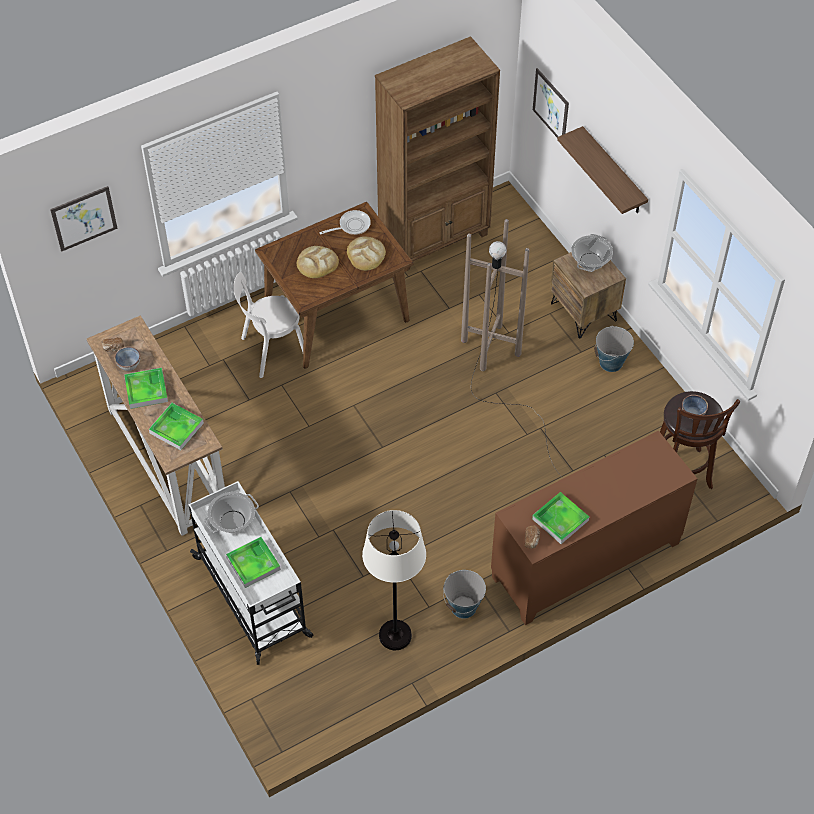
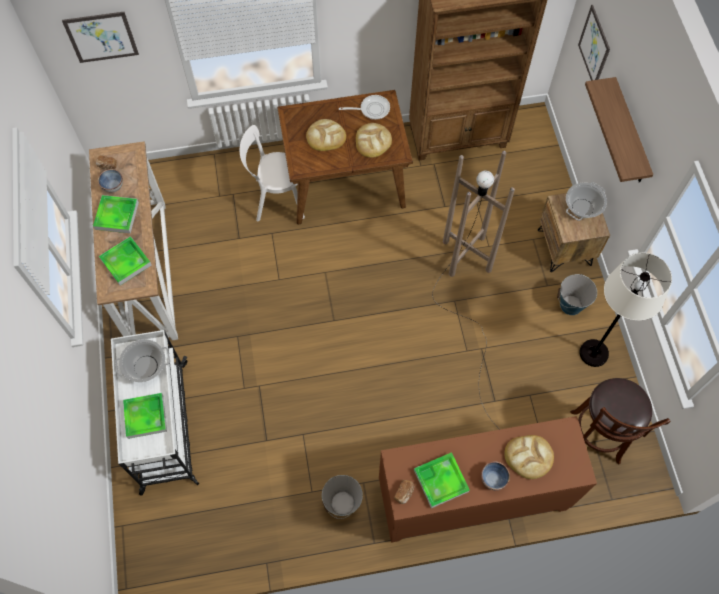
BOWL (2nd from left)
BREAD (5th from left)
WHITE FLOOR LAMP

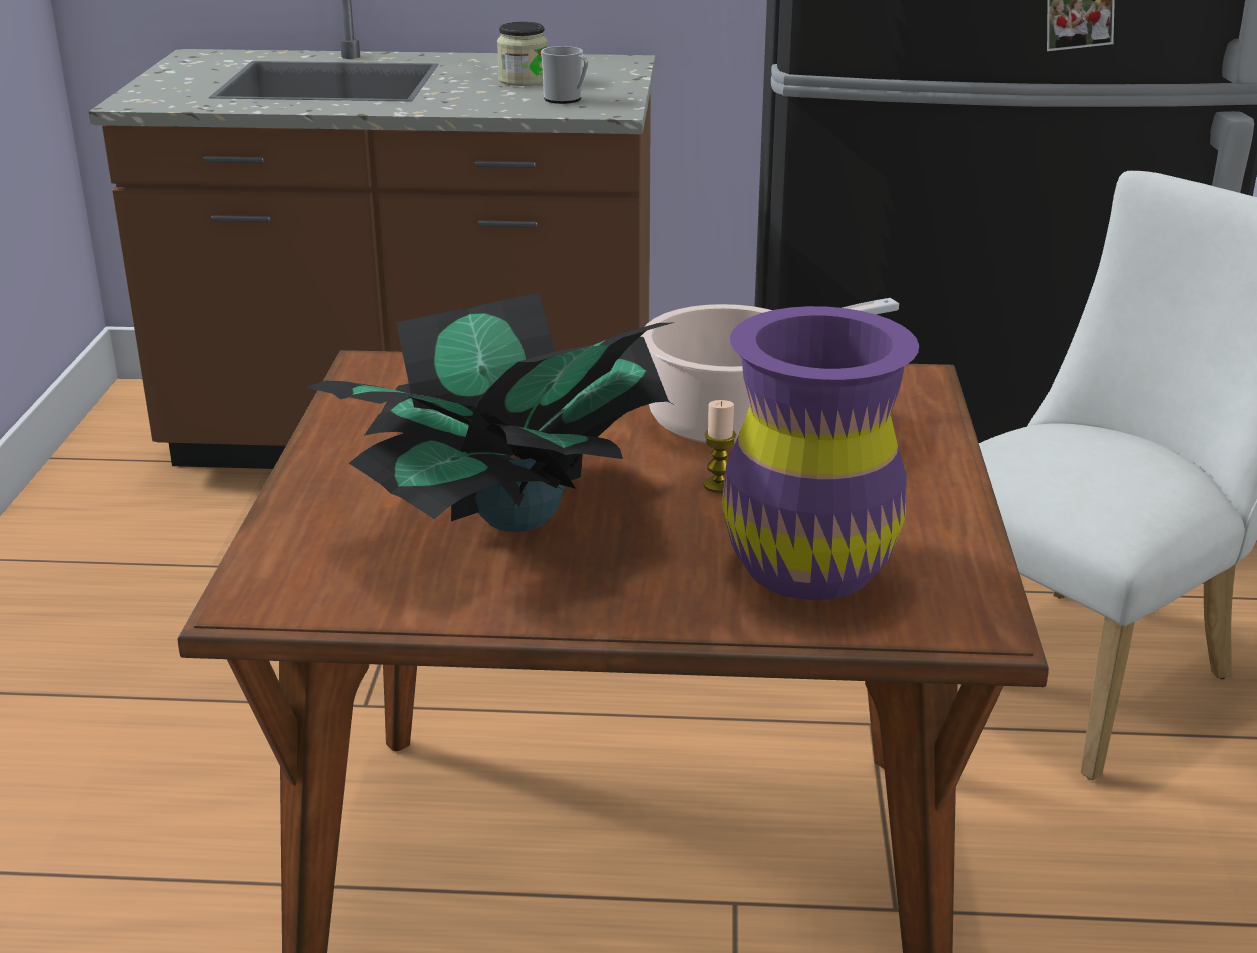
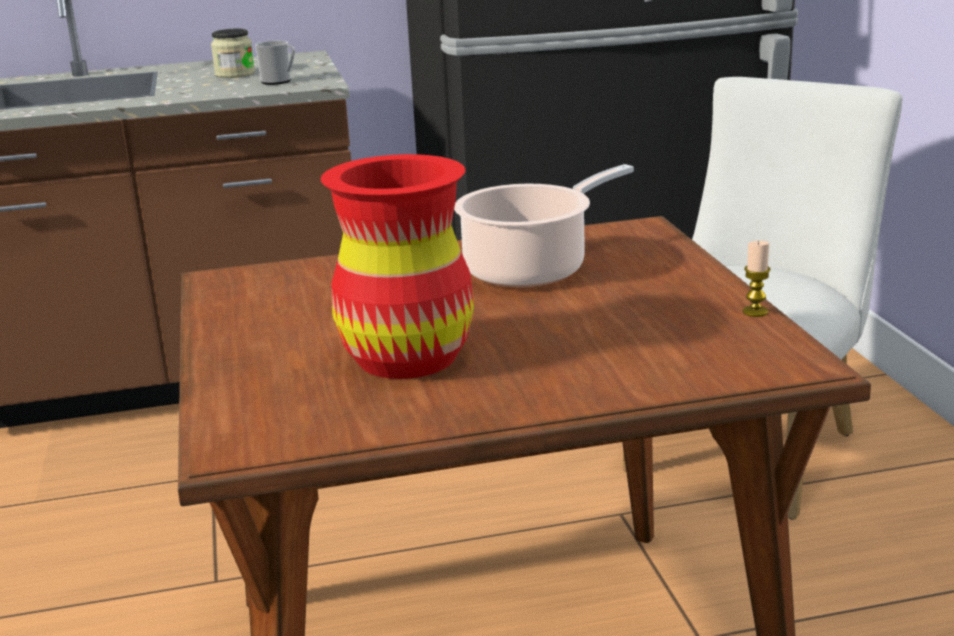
RED VASE
CANDLE
PURPLE VASE

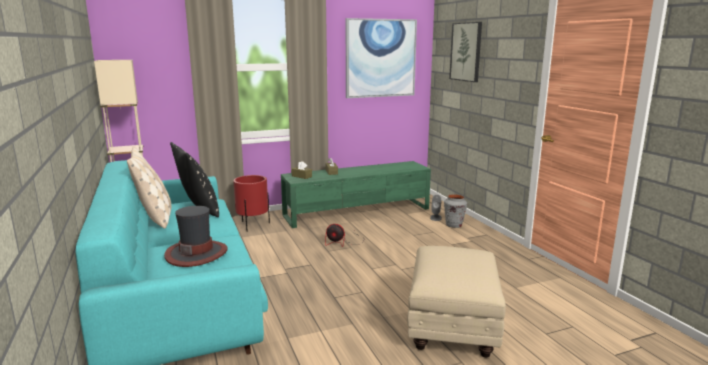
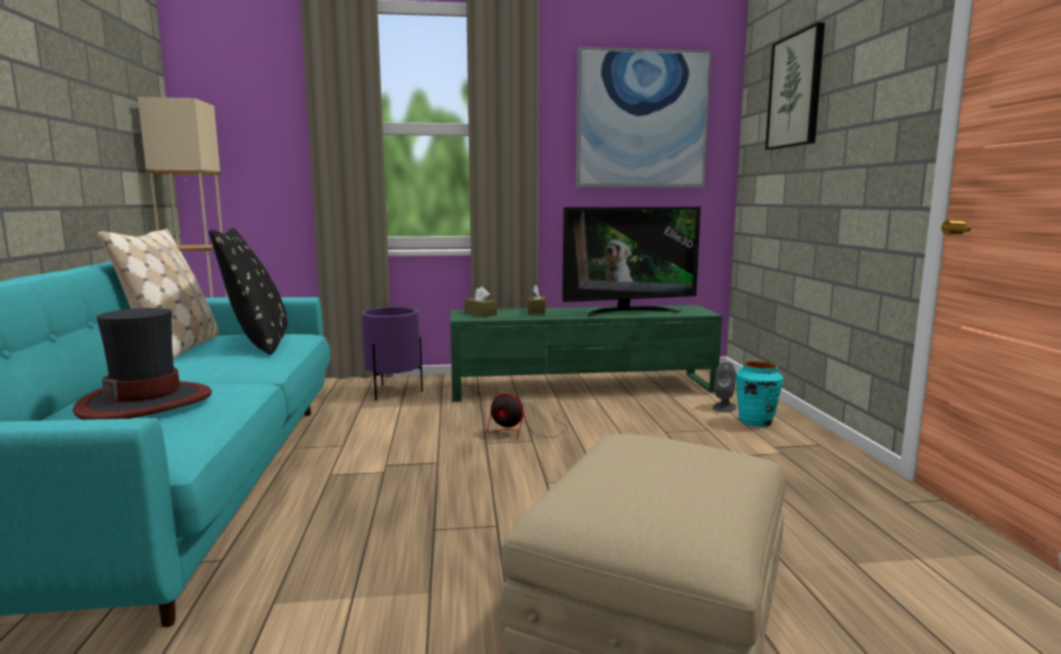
PURPLE PLANTER
TELEVISION
TURQUOISE VASE

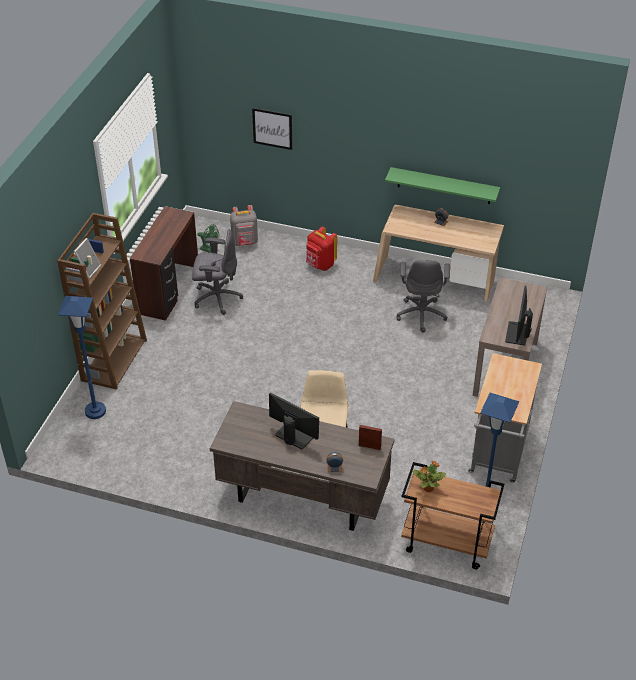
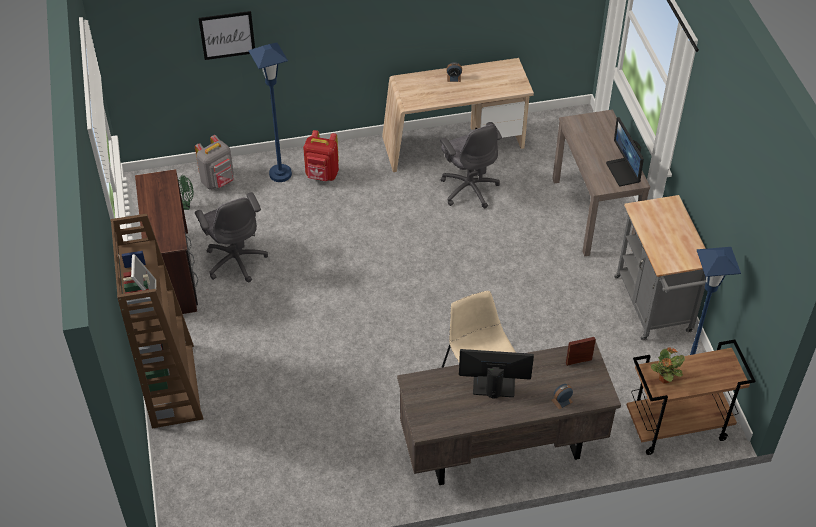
GREY OFFICE CHAIR (1st from left)
BLUE FLOOR LAMP (1st from left)
GREEN SHELF

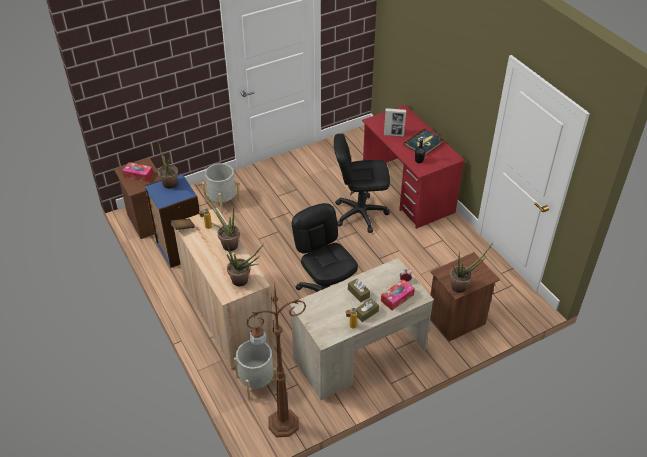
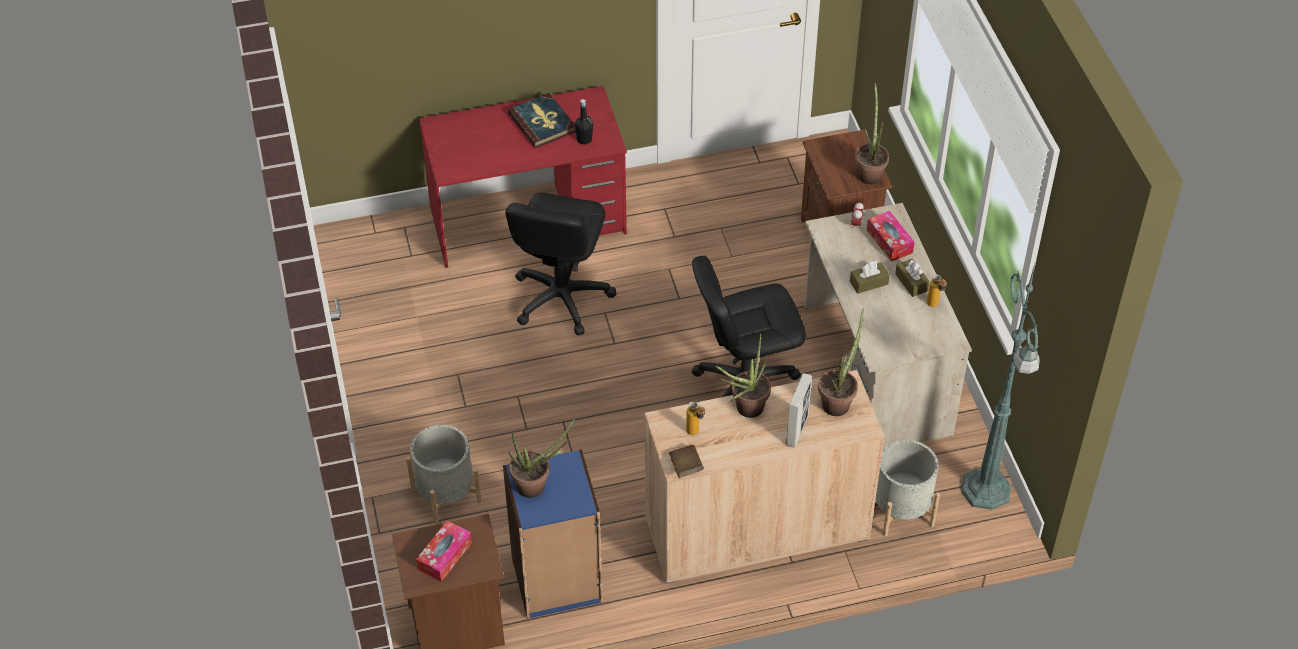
PICTURE FRAME
GREEN FLOOR LAMP

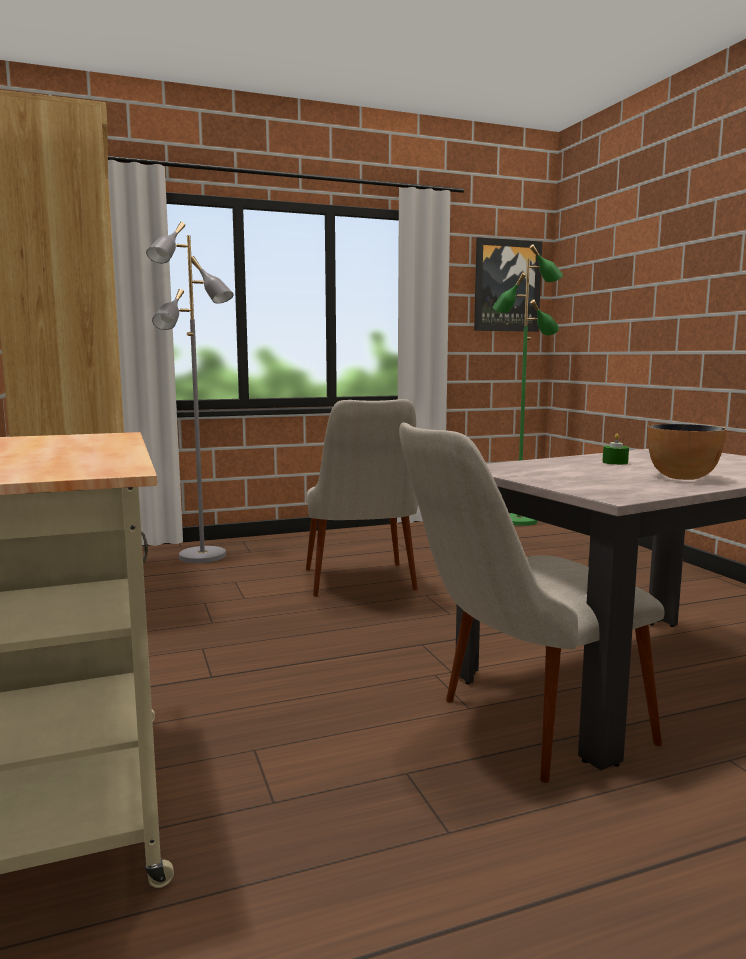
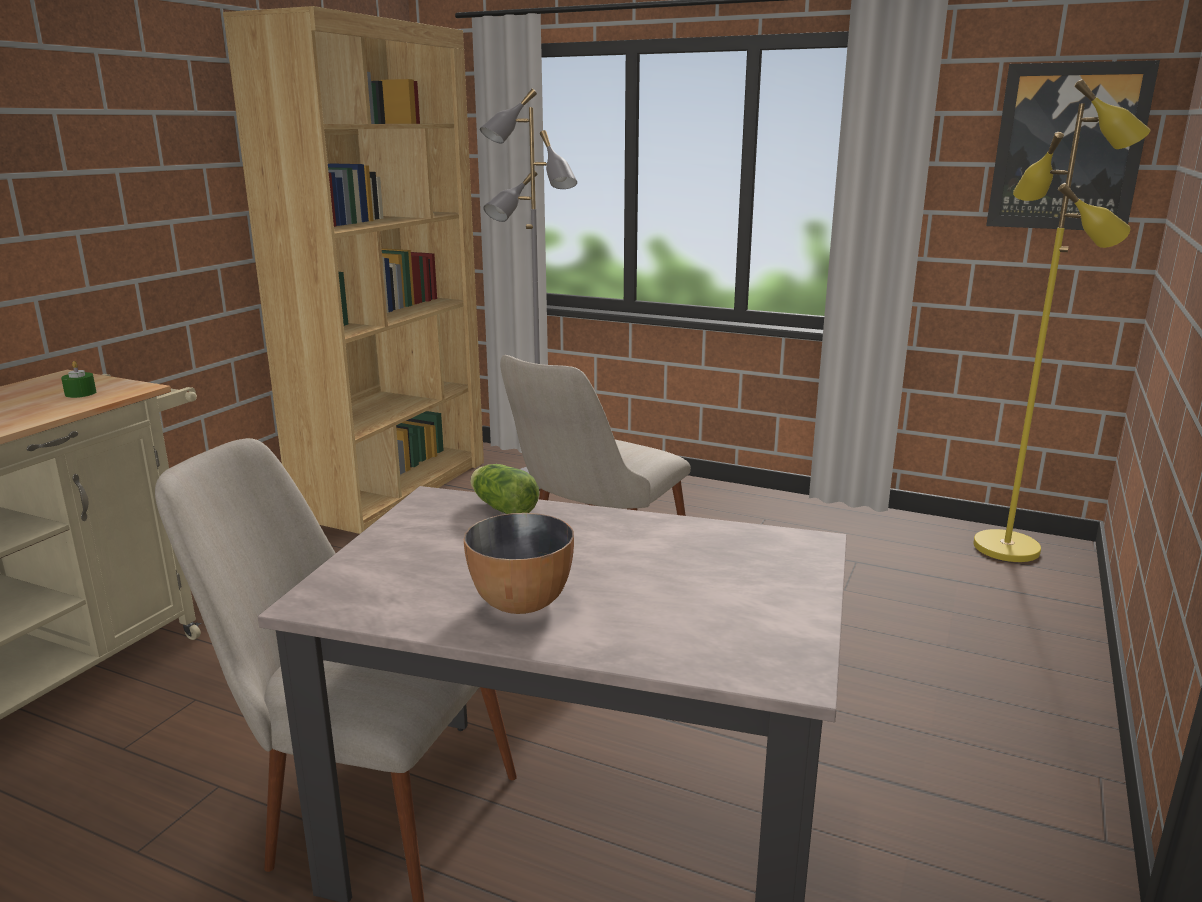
GREEN CANDLE
LETTUCE
YELLOW FLOOR LAMP

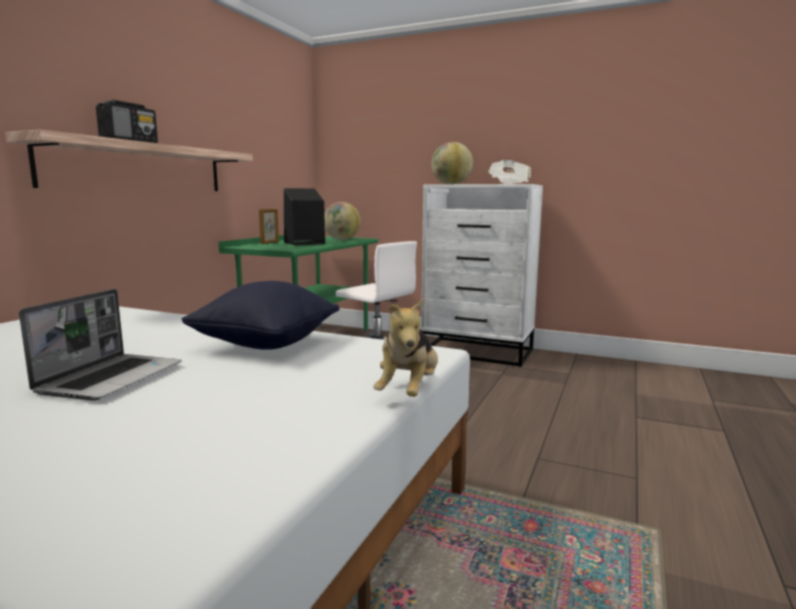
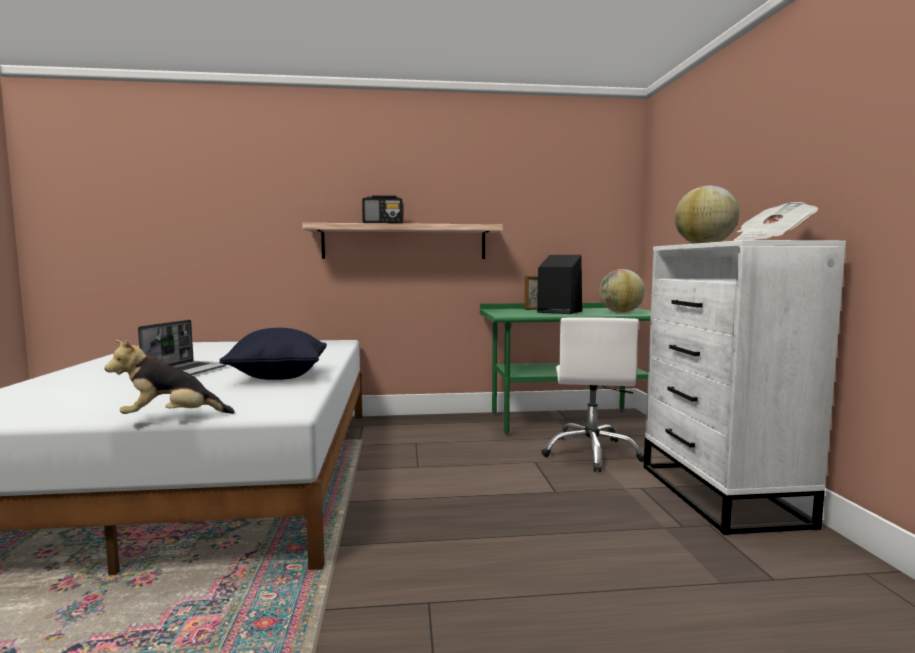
LAPTOP

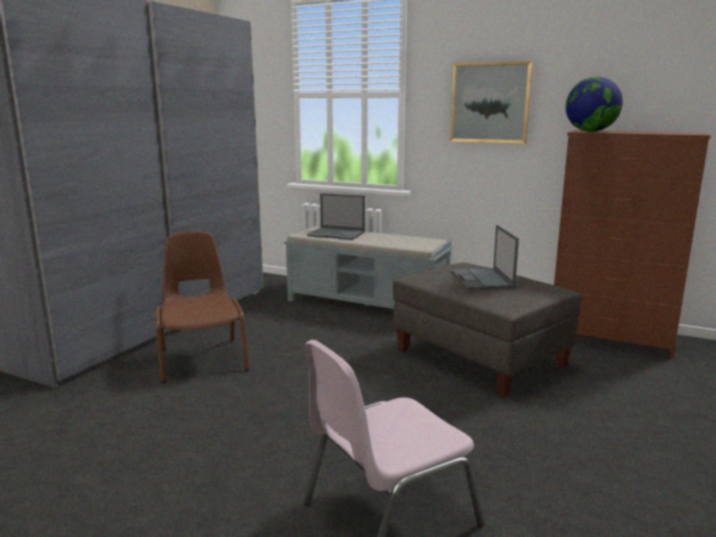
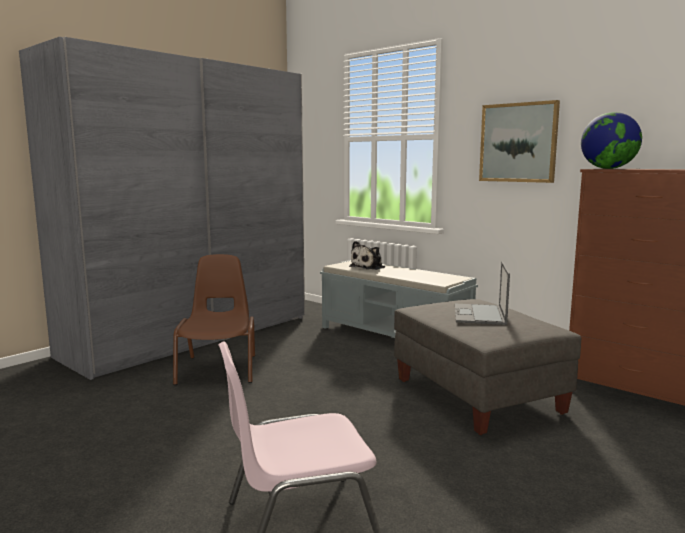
PLUSH TOY

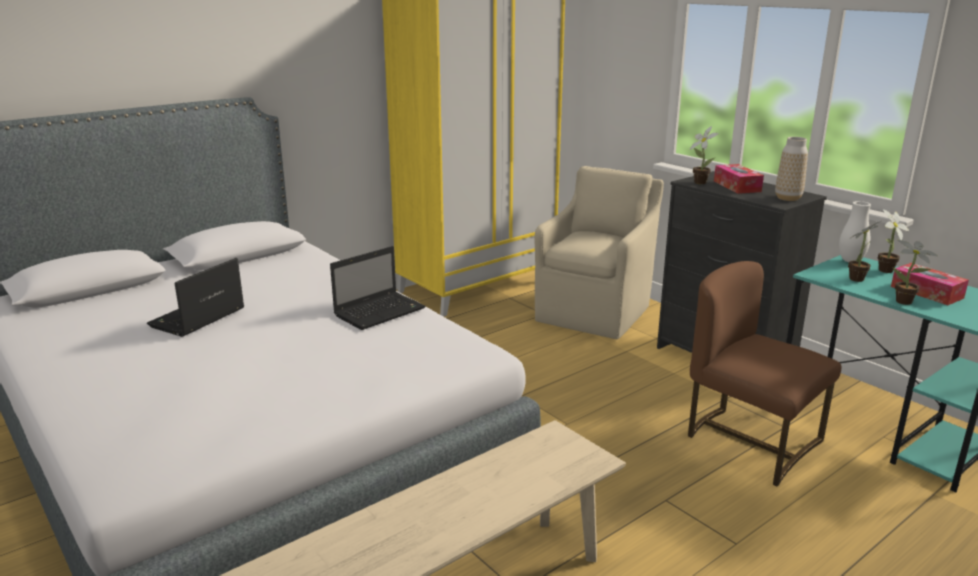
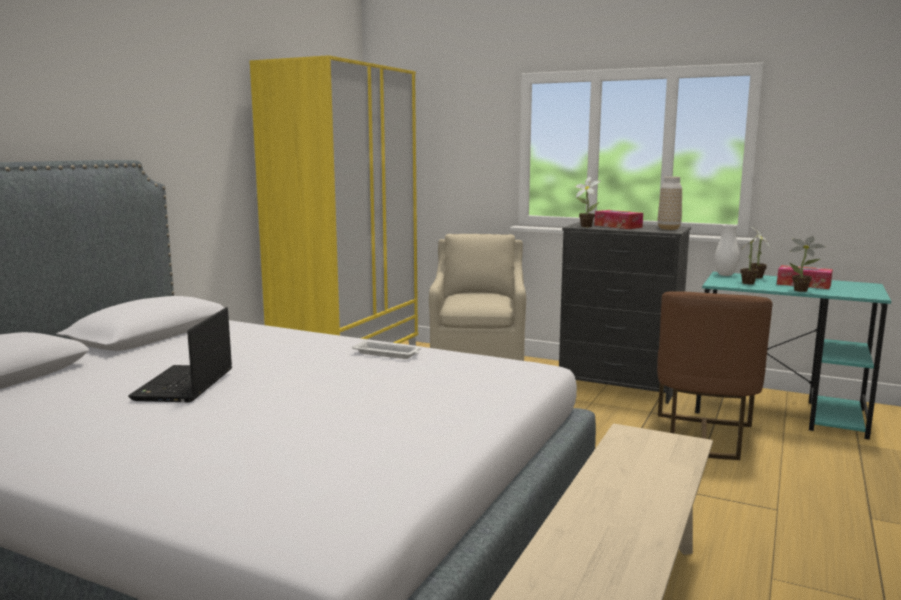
WHITE TRAY
BROWN CHAIR

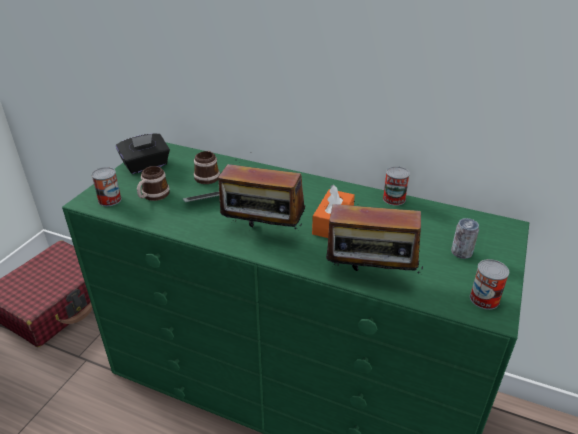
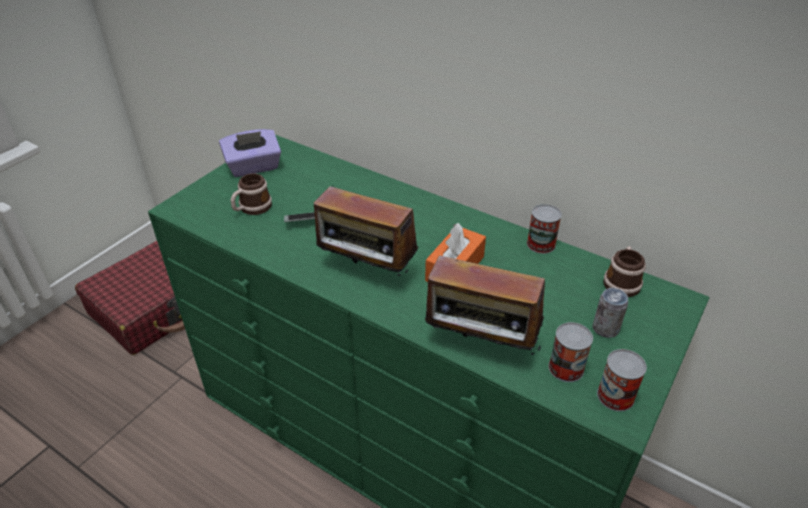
PURPLE TISSUE BOX
CAN (2nd from left)
MUG (2nd from left)

